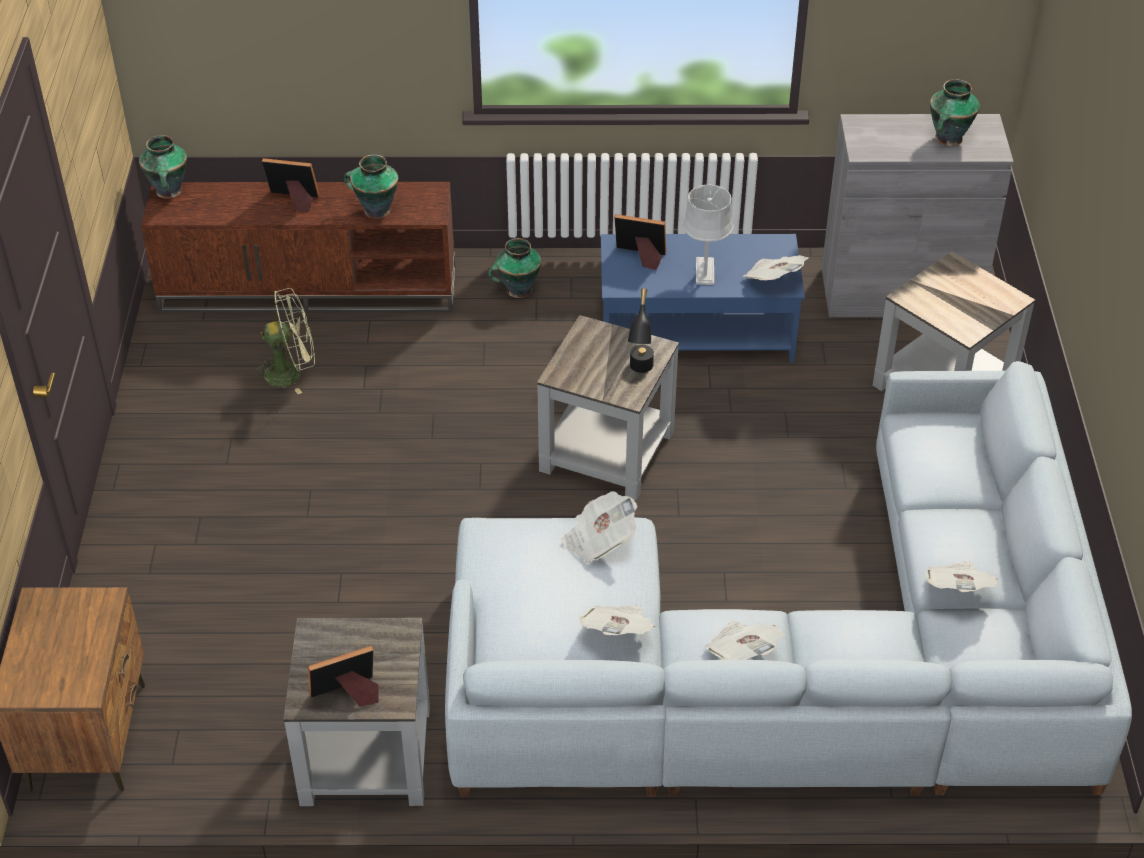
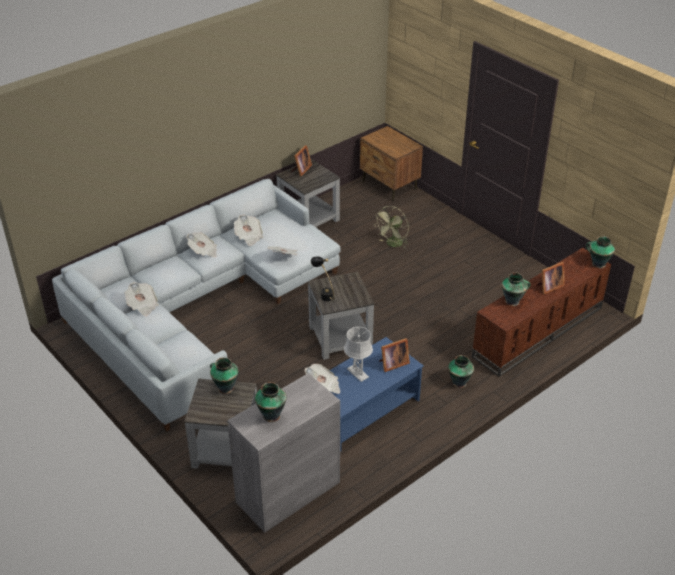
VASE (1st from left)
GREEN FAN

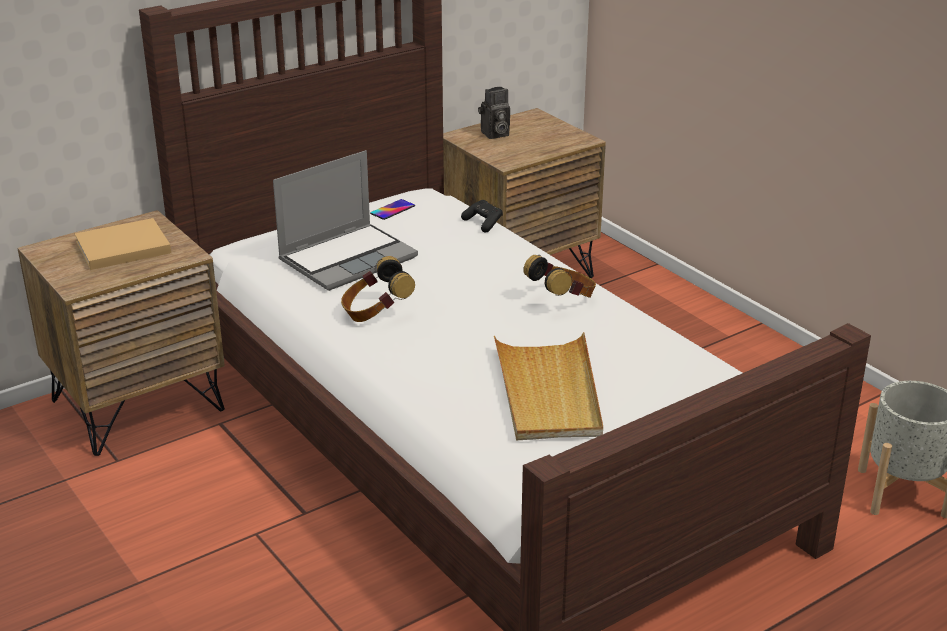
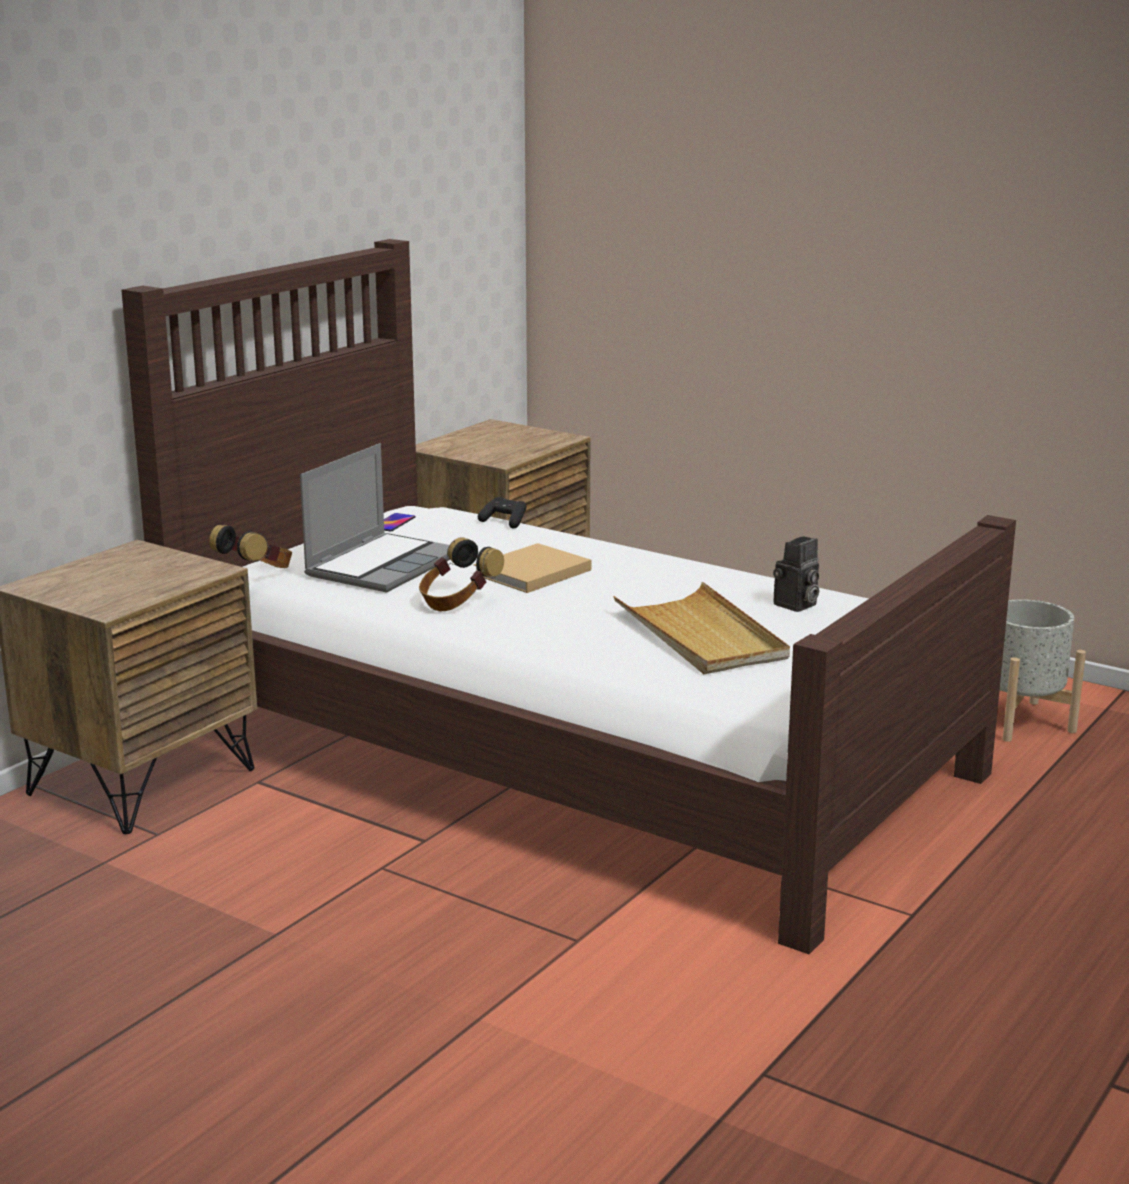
HEADPHONES (1st from left)
BEIGE BOOK
PHOTO CAMERA

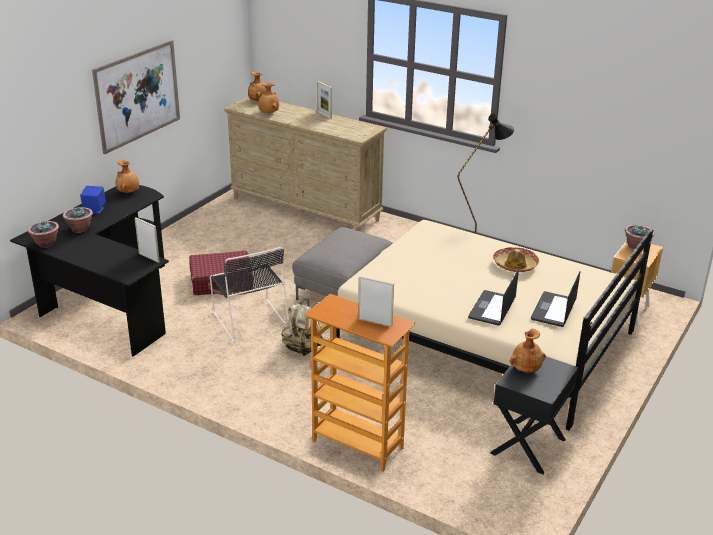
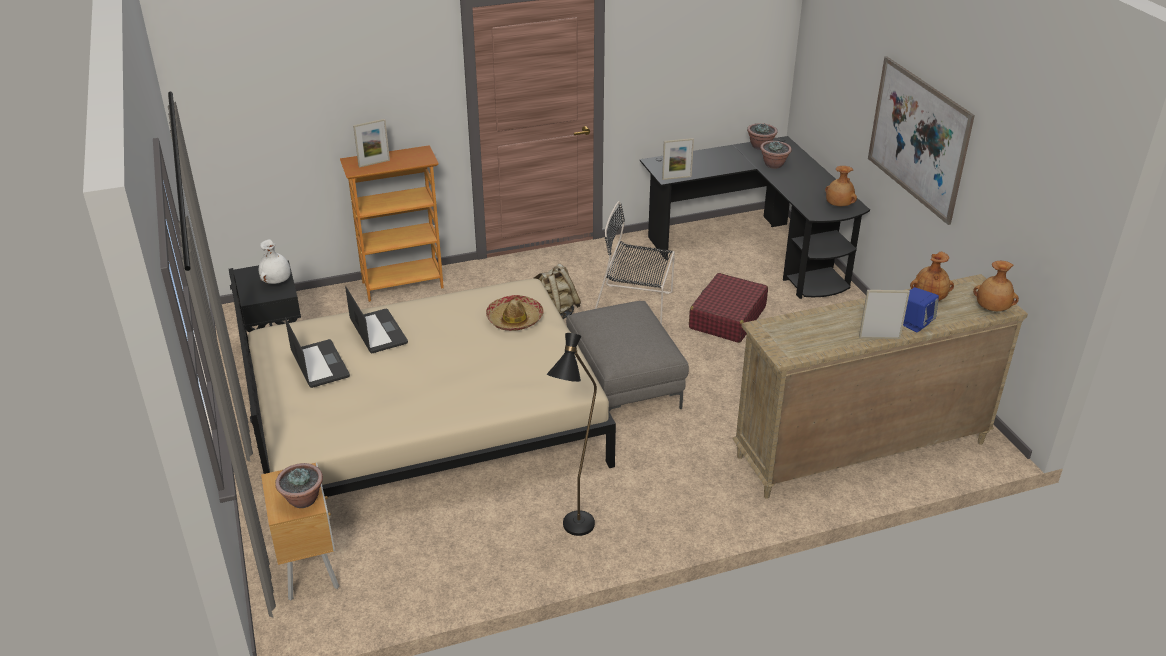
WHITE VASE
HAT
BLUE SPEAKER

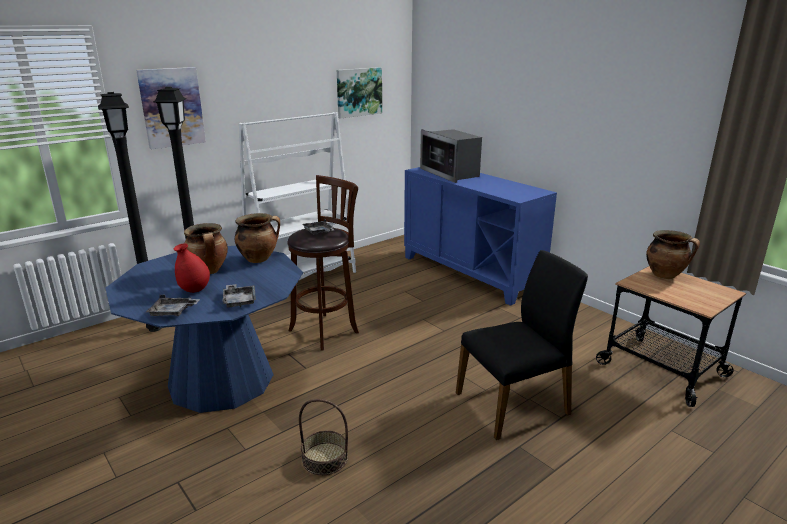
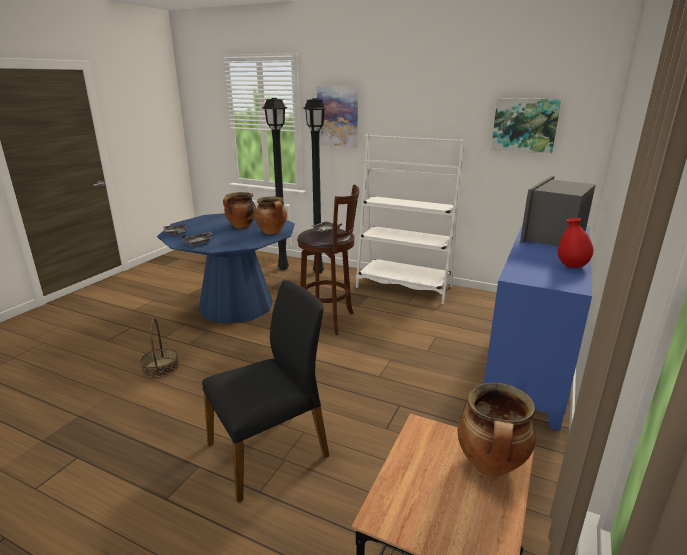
BLACK CHAIR
RED VASE

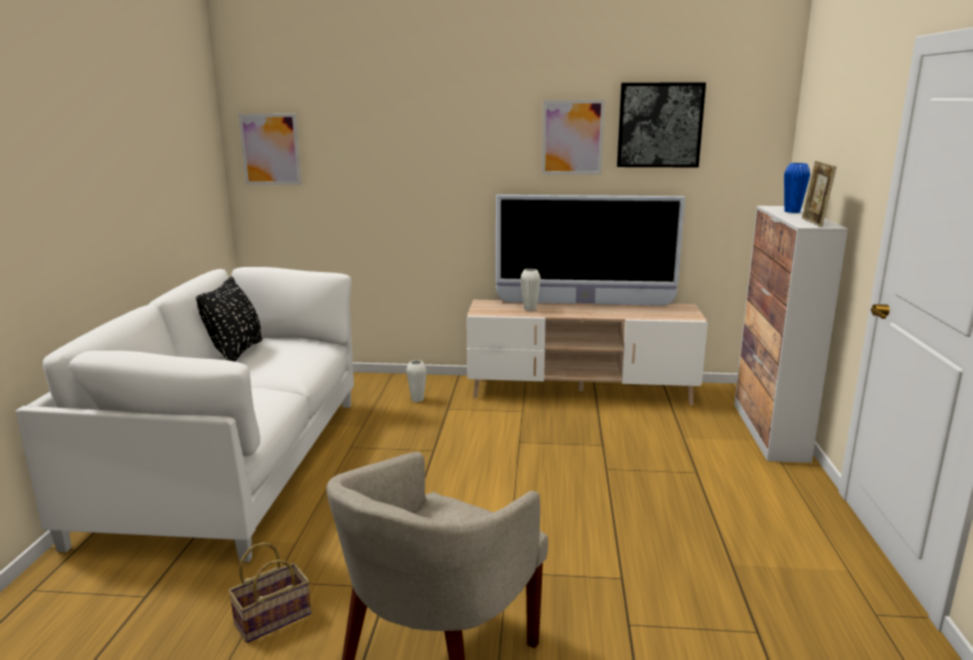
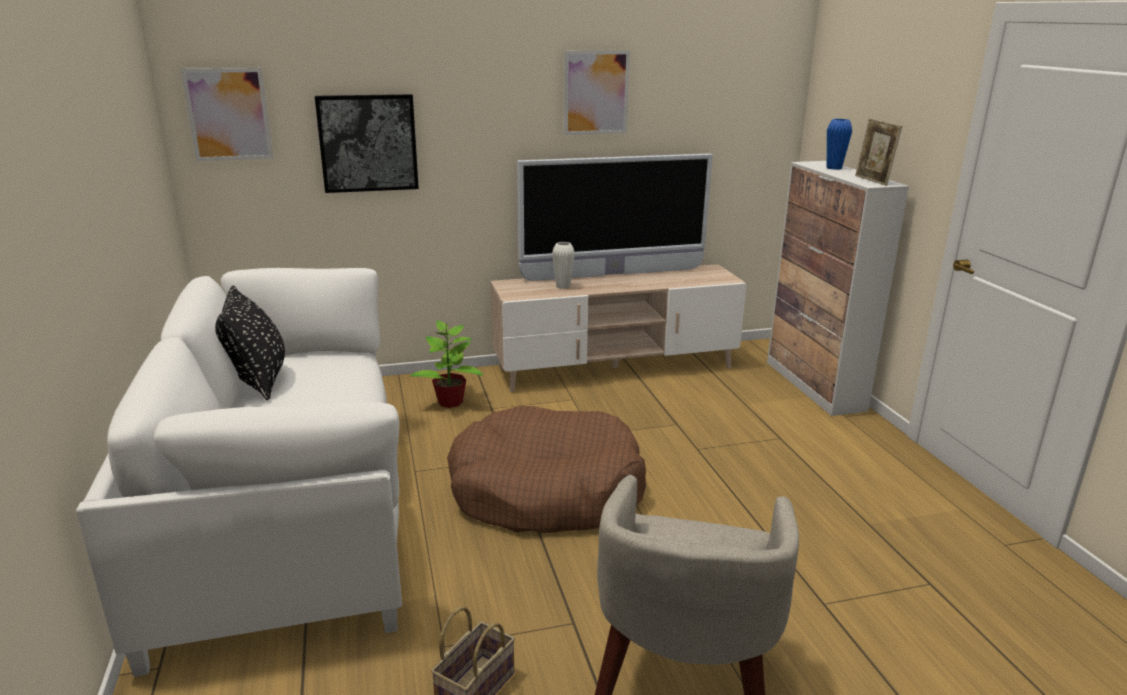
PICTURE (2nd from left)
POTTED PLANT
BROWN DOG BED

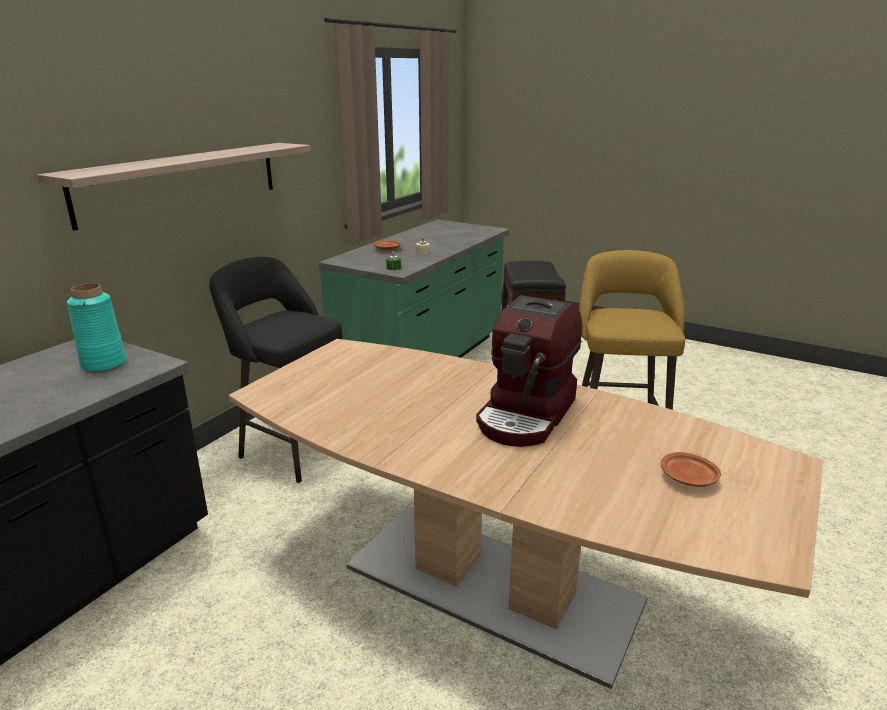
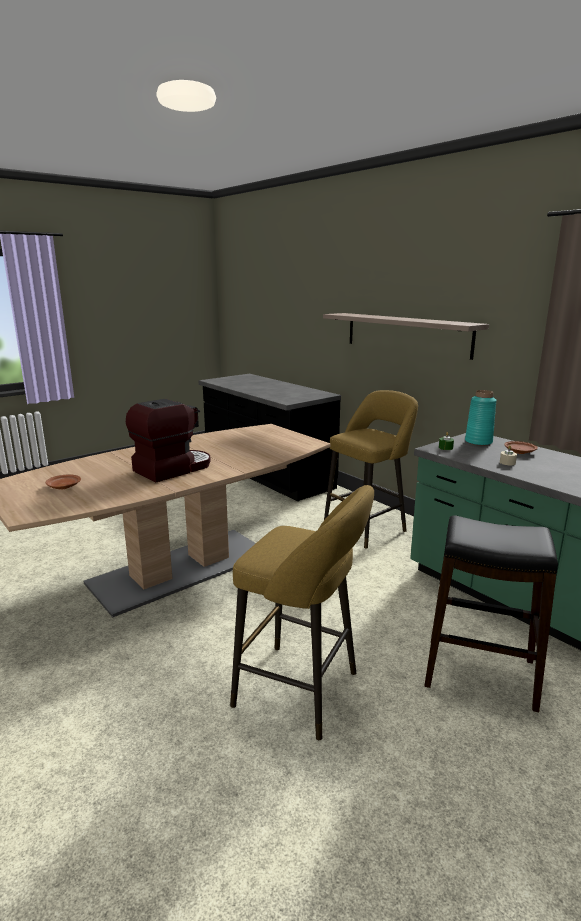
COFFEE MACHINE
YELLOW STOOL (2nd from left)
TURQUOISE VASE

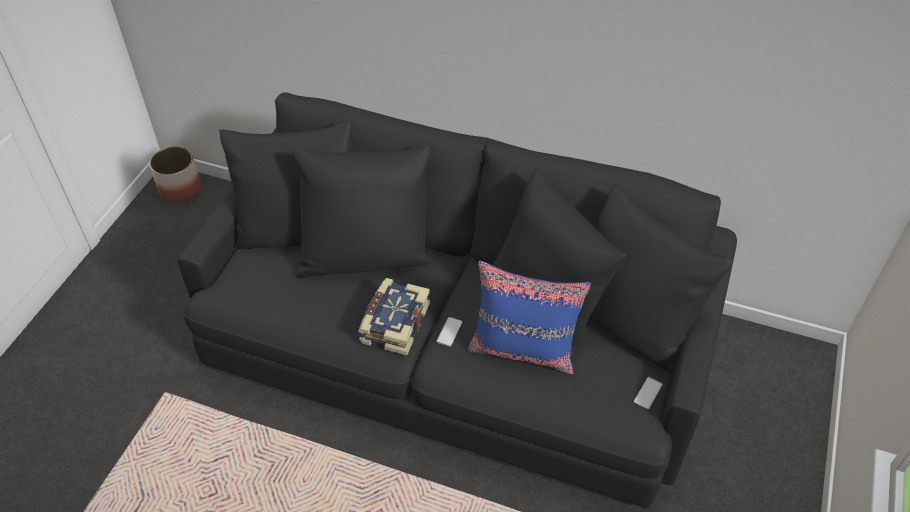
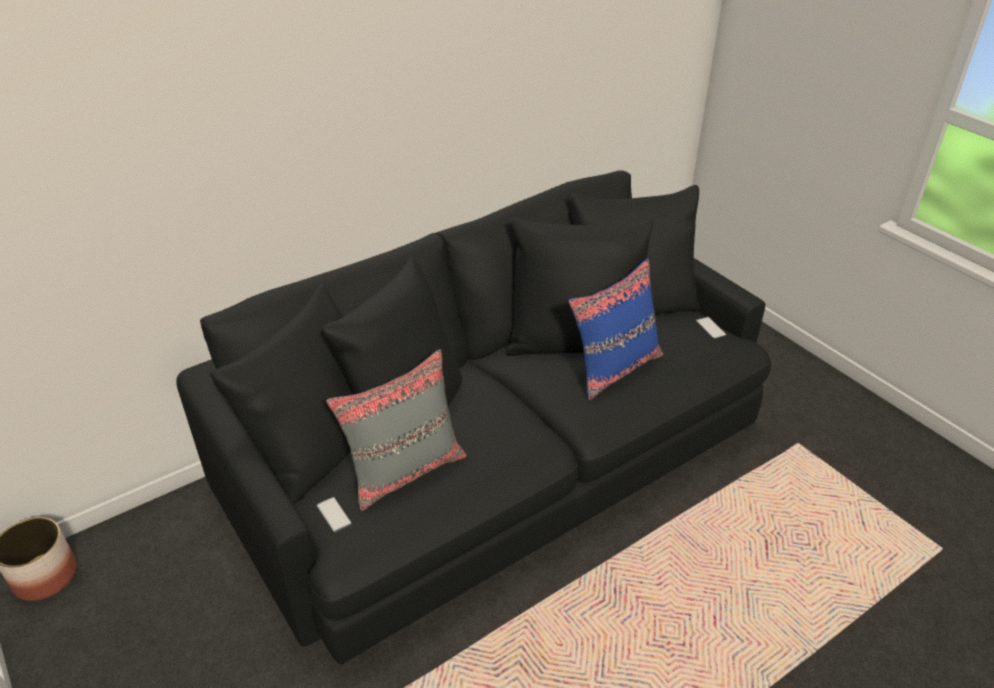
PHONE (1st from left)
GREY PILLOW
BOOK

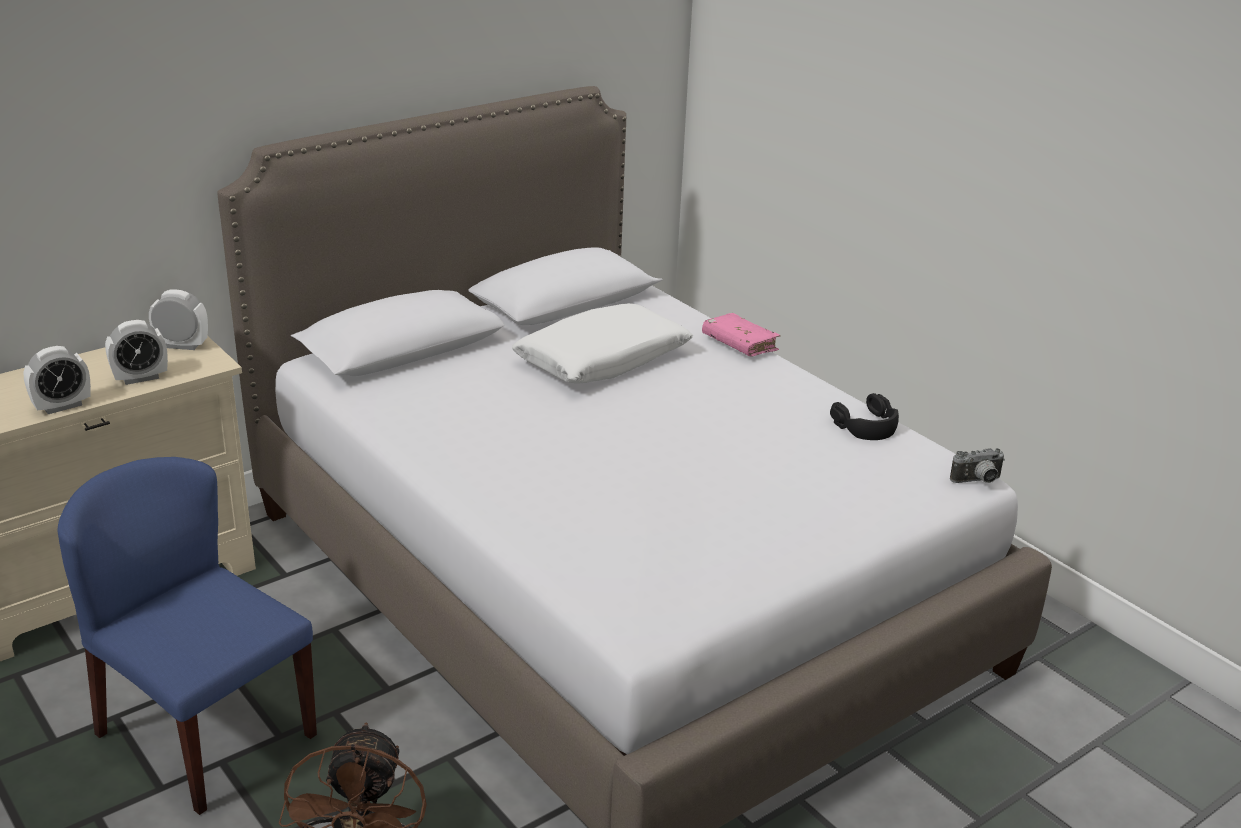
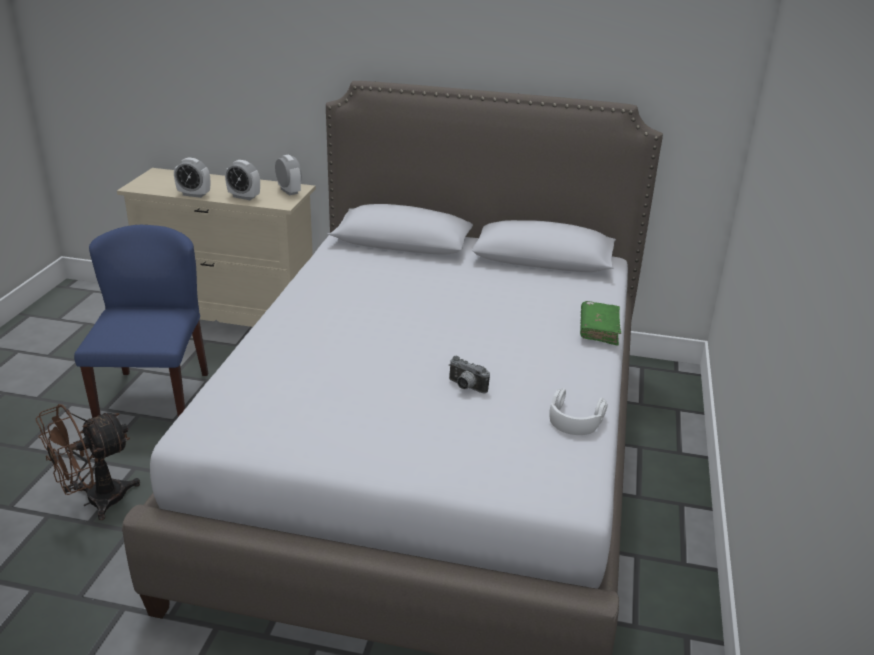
PHOTO CAMERA
WHITE HEADPHONES
GREEN BOOK
WHITE PILLOW

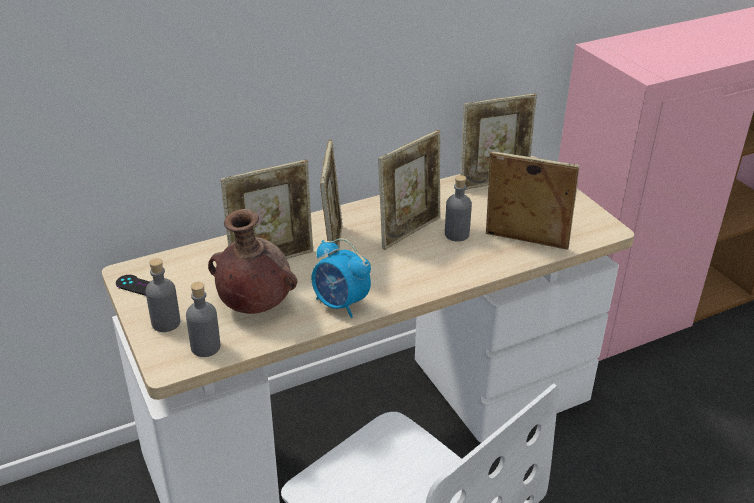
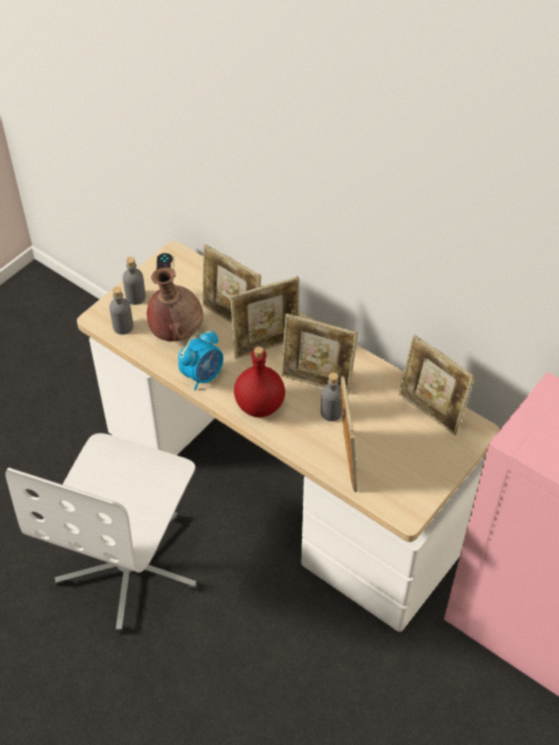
ALARM CLOCK
RED BOTTLE

